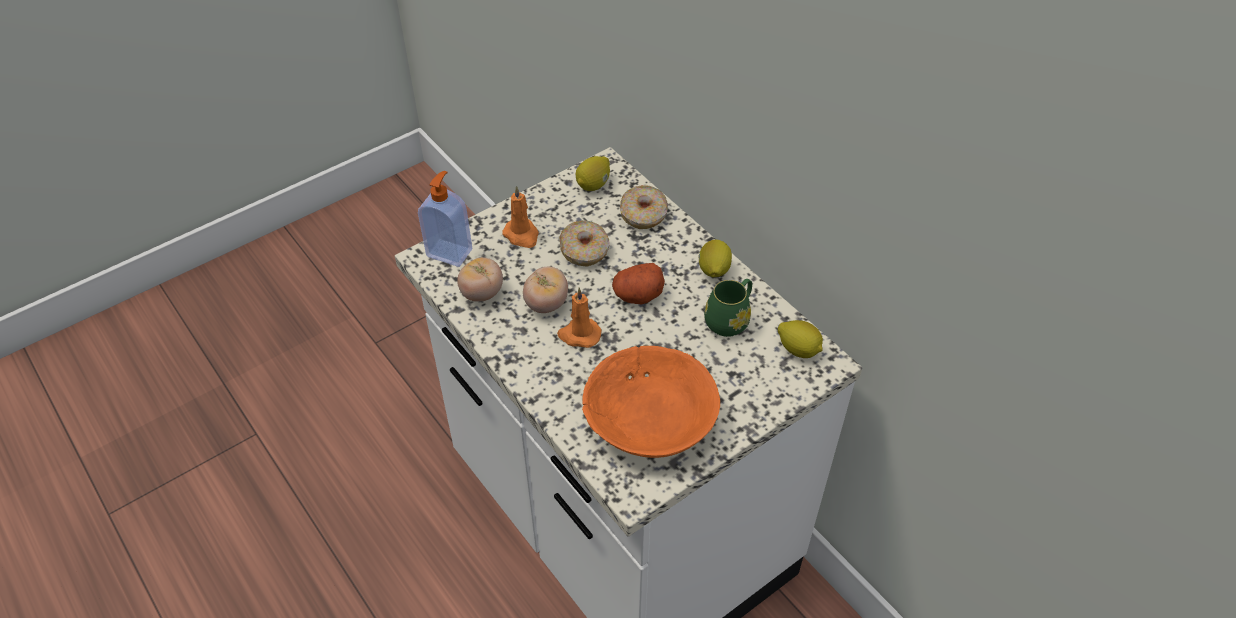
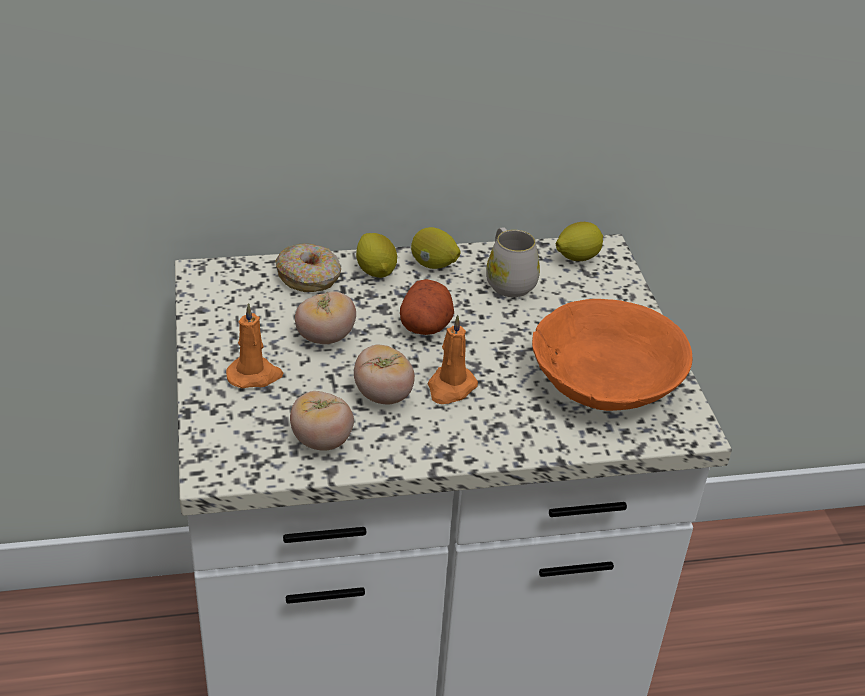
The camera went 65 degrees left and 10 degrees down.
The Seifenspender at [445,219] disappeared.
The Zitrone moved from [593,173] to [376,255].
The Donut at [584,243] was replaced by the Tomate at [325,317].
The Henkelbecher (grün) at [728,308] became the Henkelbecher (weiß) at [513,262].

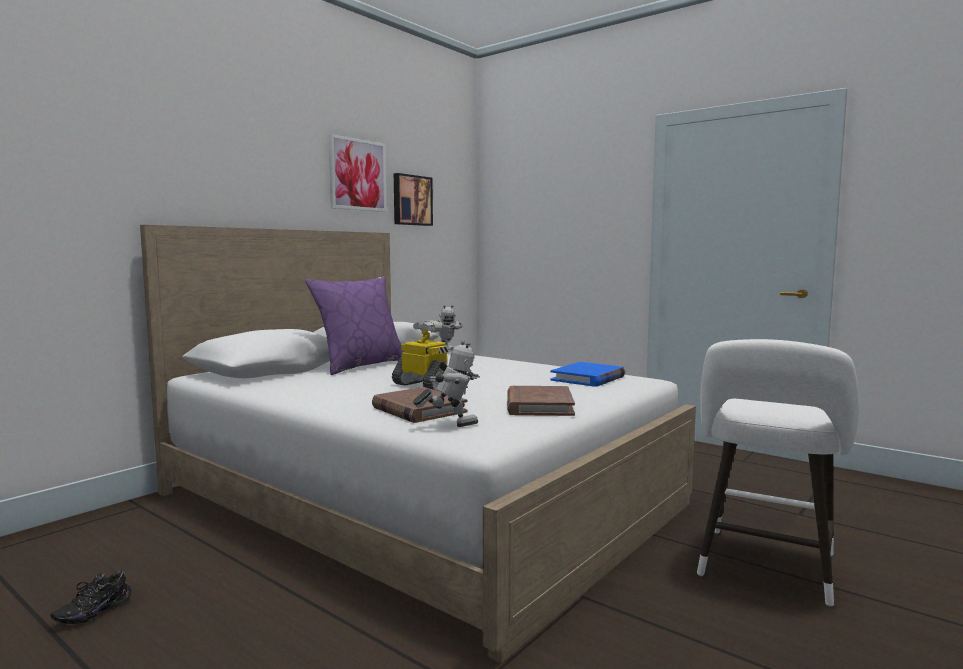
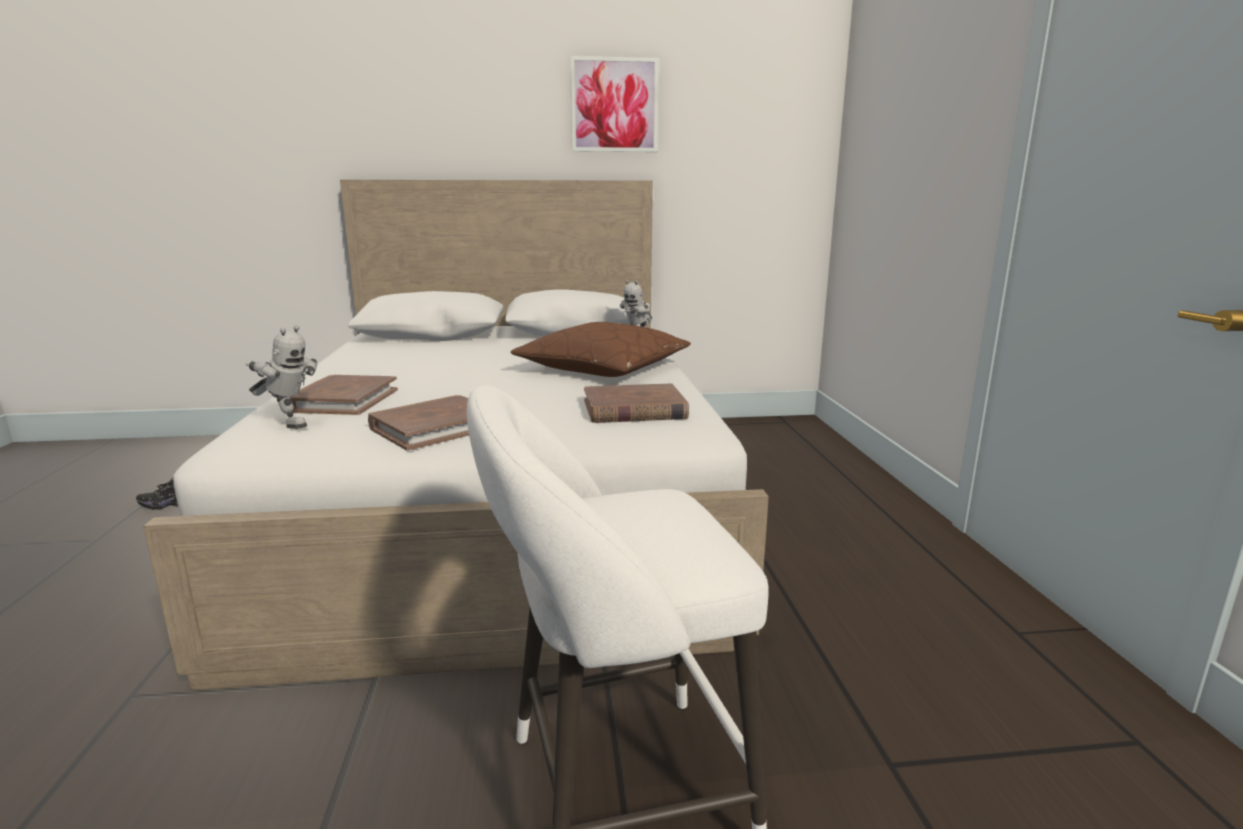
The camera went 45 degrees right and 10 degrees up.
The Kissen (lila) at [355,325] disappeared.
The Spielzeugroboter at [424,355] disappeared.
The Bild at [413,199] disappeared.
The Kissen (braun) at [600,349] appeared.
The Buch (blau) at [587,374] became the Buch (braun) at [636,403].

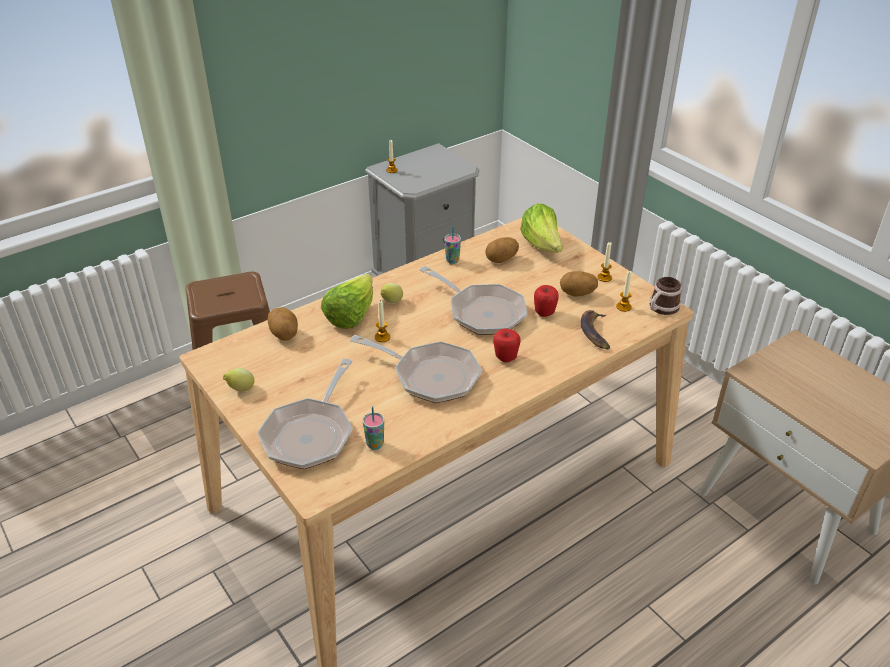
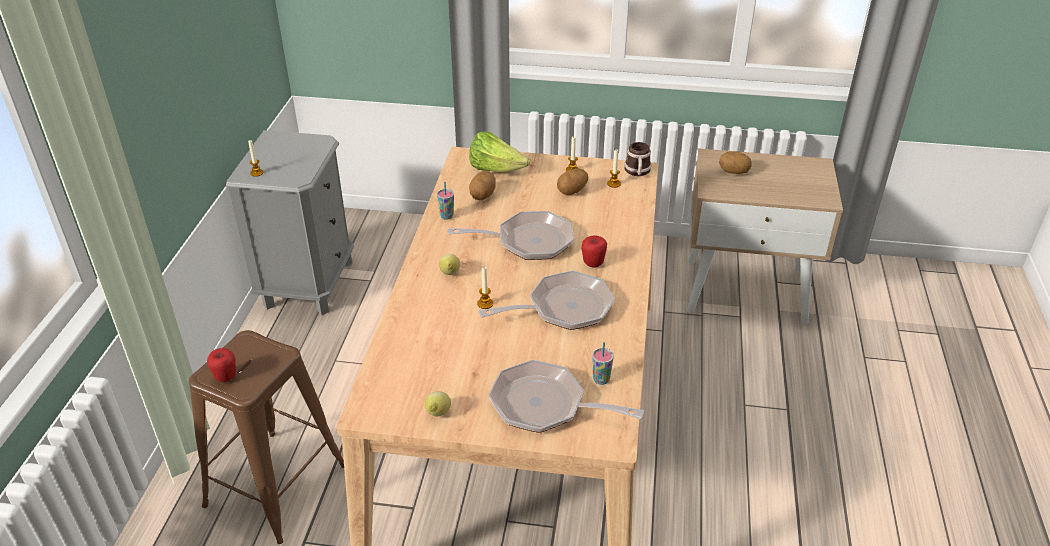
The camera went 45 degrees left and 0 degrees up.
The Salatkopf at [347,301] disappeared.
The Banane at [595,330] disappeared.
The Kartoffel moved from [282,324] to [735,162].
The Apfel moved from [546,301] to [221,365].
The Pfanne at [305,414] turned 135 degrees clockwise.

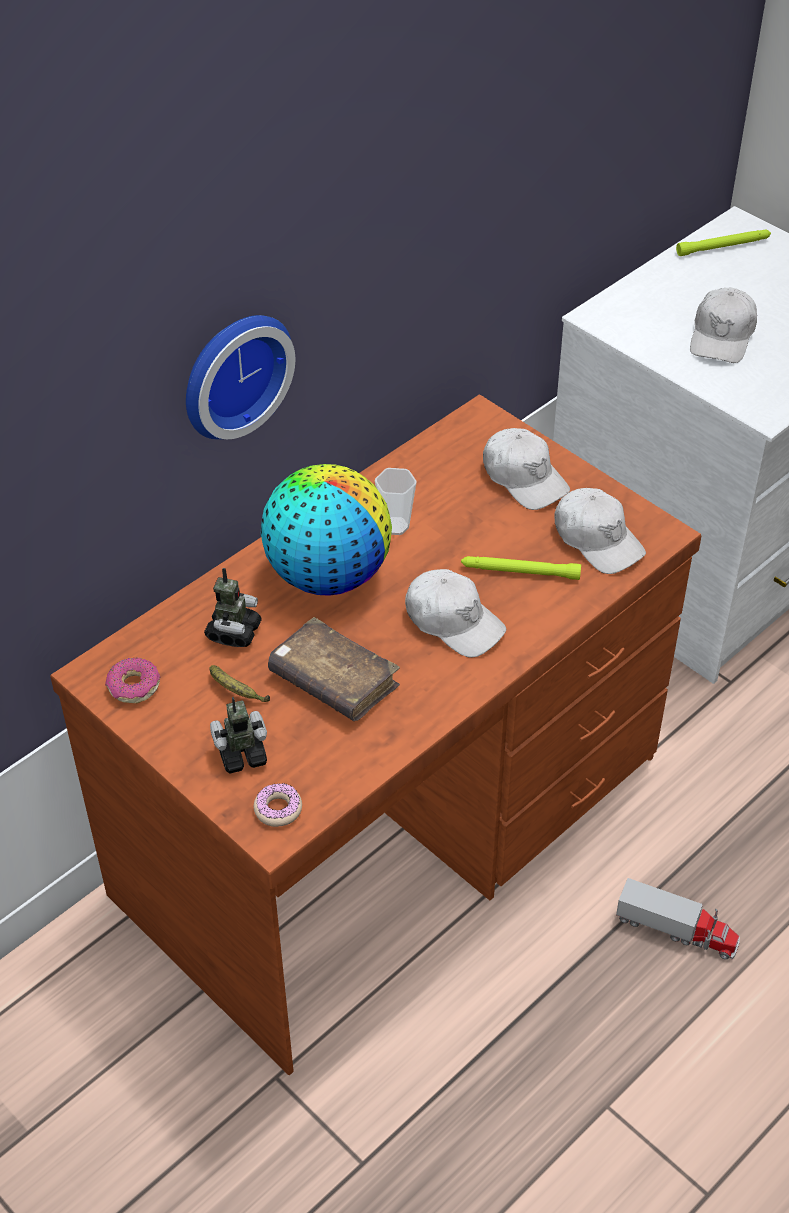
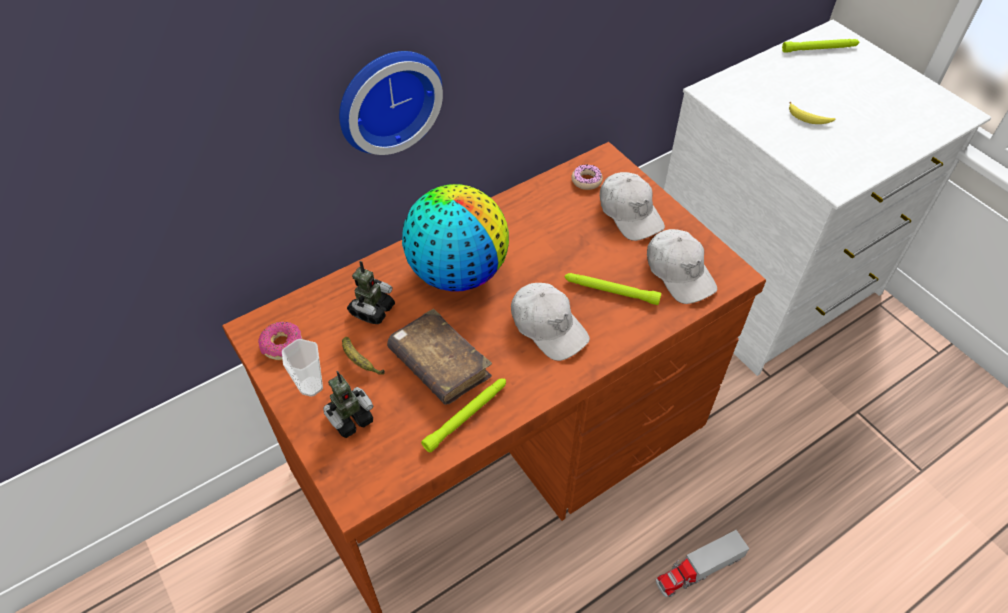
The camera went 10 degrees right and 5 degrees up.
The Taschenlampe (grün) at [463,415] appeared.
The Donut moved from [278,805] to [587,177].
The Tasse moved from [396,501] to [302,368].
The Kappe (weiß) at [723,325] was replaced by the Banane at [812,113].
The Spielzeugroboter at [238,735] turned 150 degrees clockwise.
The Spielzeuglaster at [678,918] turned 120 degrees clockwise.

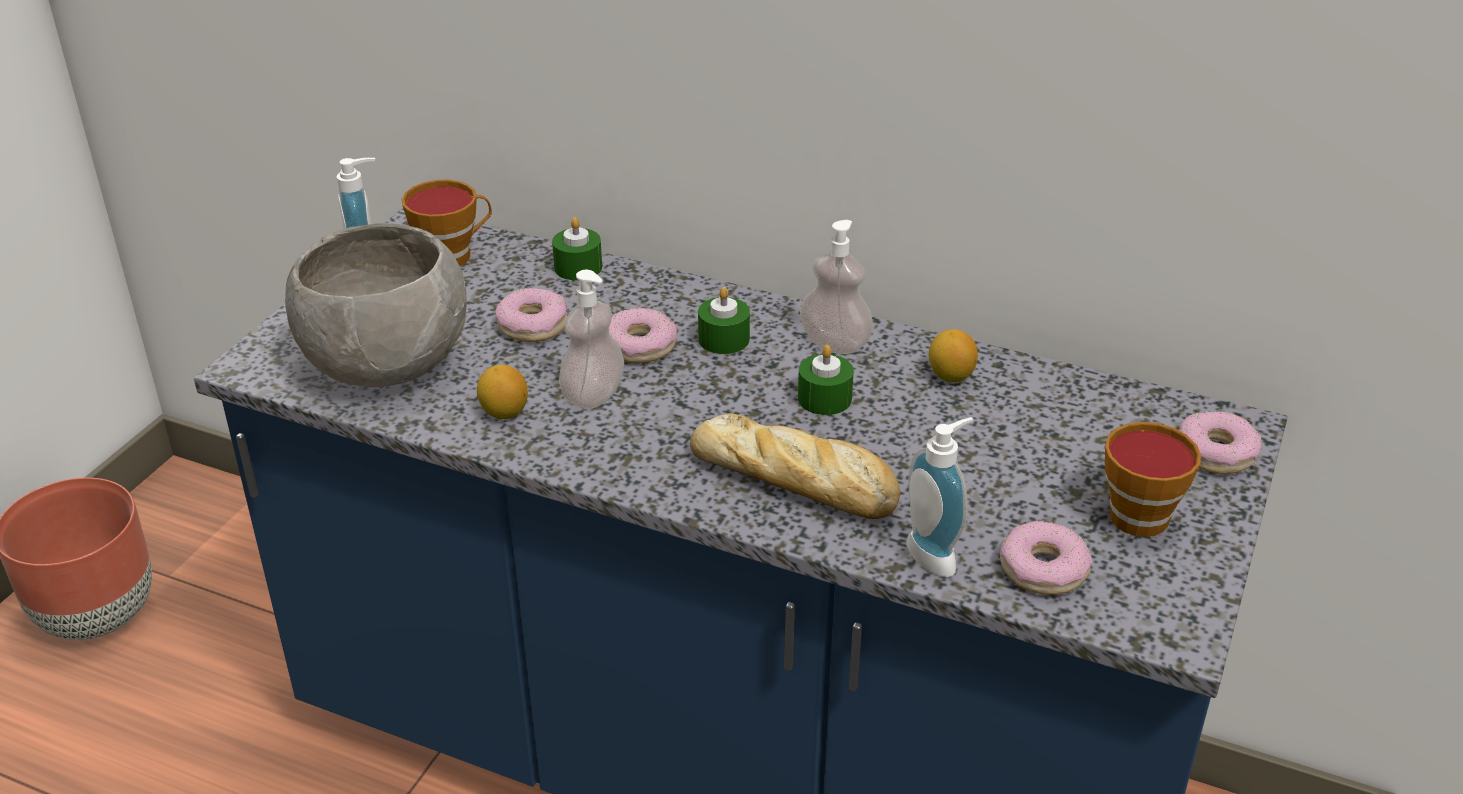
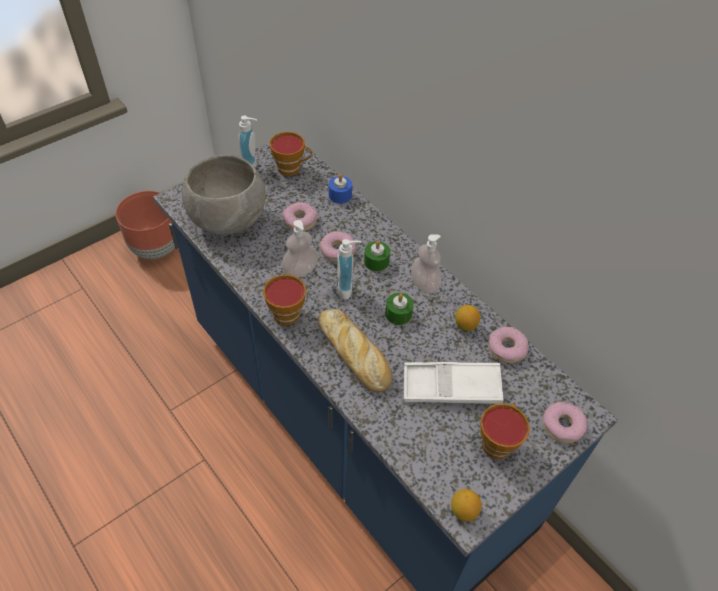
The camera went 25 degrees right and 15 degrees up.
The Tasse at [284,300] appeared.
The Tablett (weiß) at [454,383] appeared.
The Zitrone moved from [502,392] to [466,505].
The Seifenspender moved from [939,497] to [349,269].
The Donut moved from [1046,558] to [508,345].
The Kerze (grün) at [577,248] became the Kerze (blau) at [340,189].

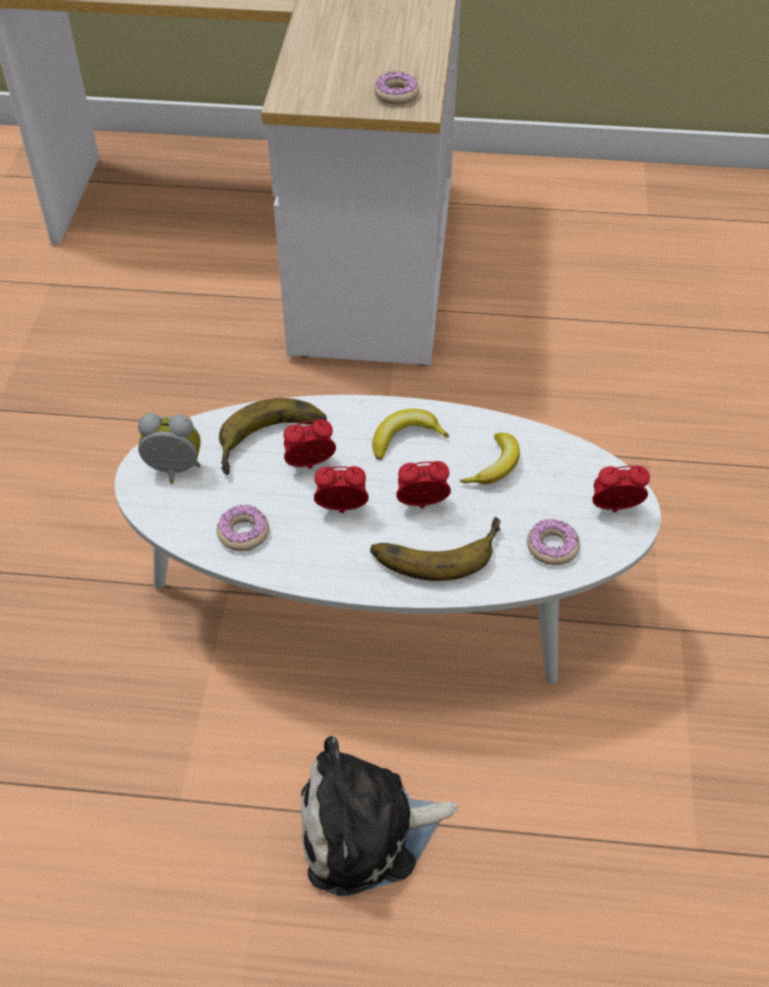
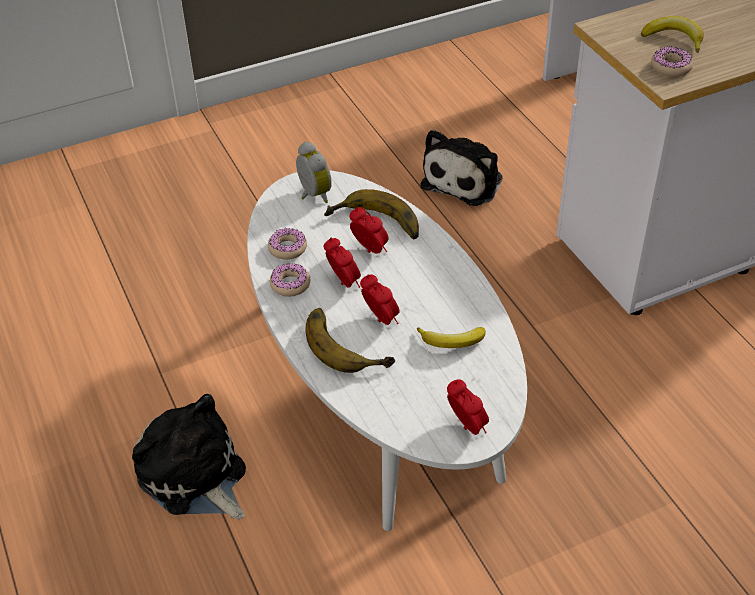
The camera went 60 degrees right and 5 degrees down.
The Plüschtier at [461,167] appeared.
The Banane moved from [410,434] to [672,34].
The Donut moved from [553,542] to [290,280].

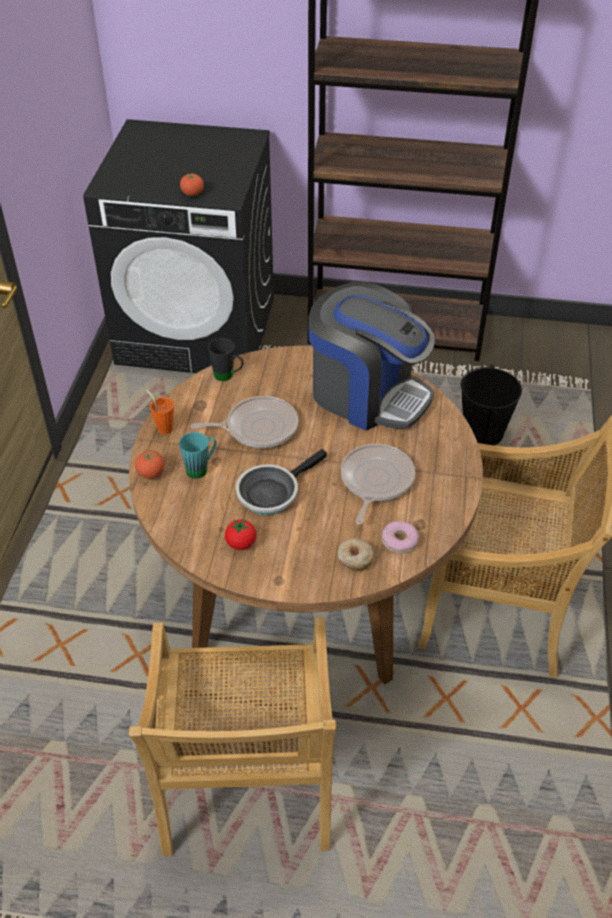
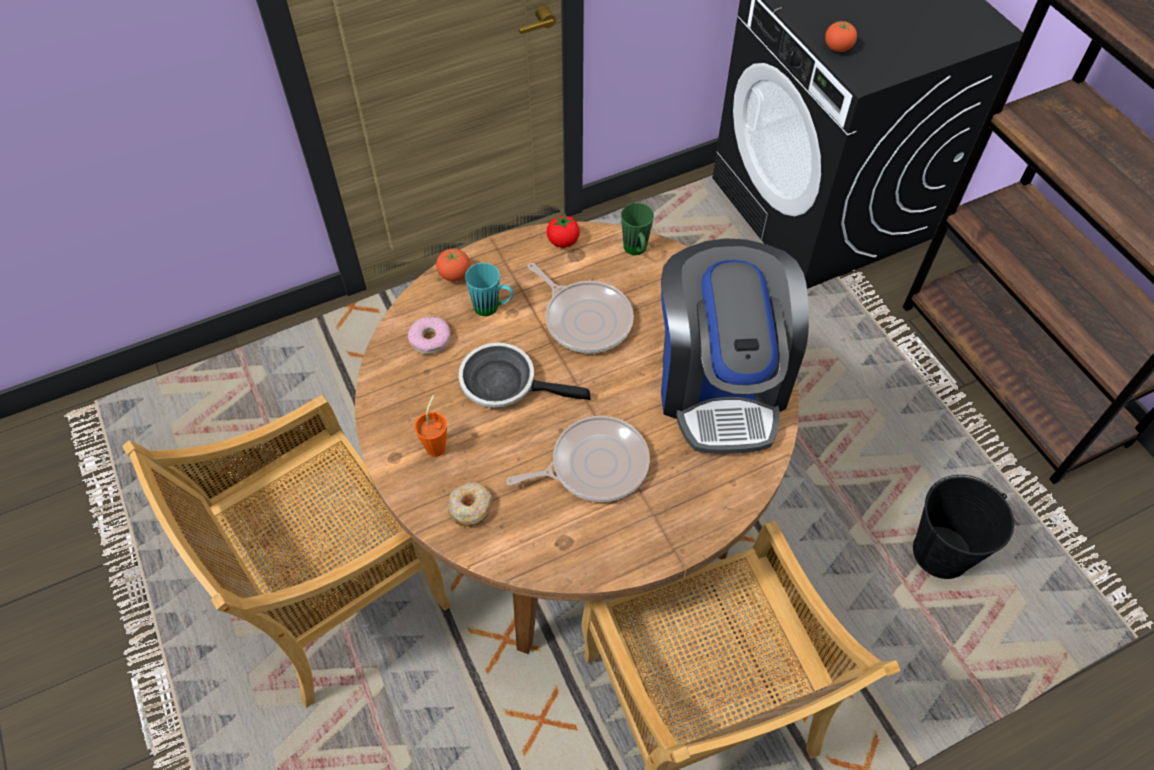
The camera went 55 degrees right and 10 degrees up.
The Tasse (orange) moved from [160,412] to [430,426].
The Tomate moved from [240,534] to [563,230].
The Donut moved from [400,537] to [429,335].
The Henkelbecher (schwarz) at [226,359] became the Henkelbecher (grün) at [637,229].

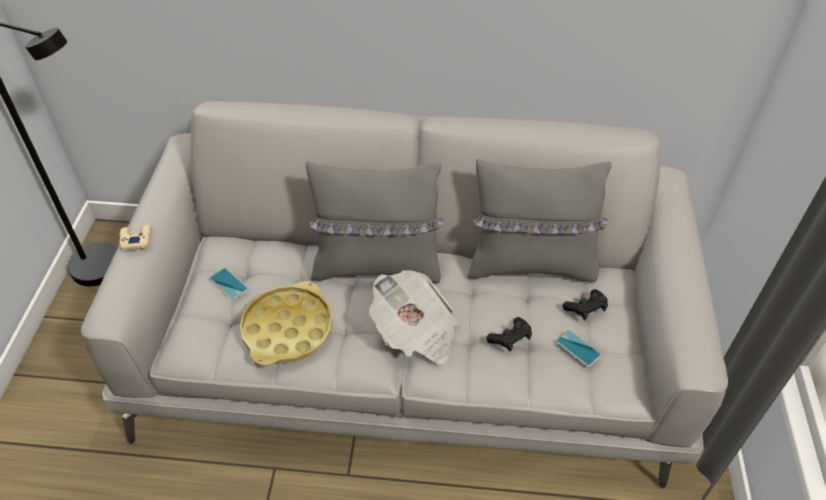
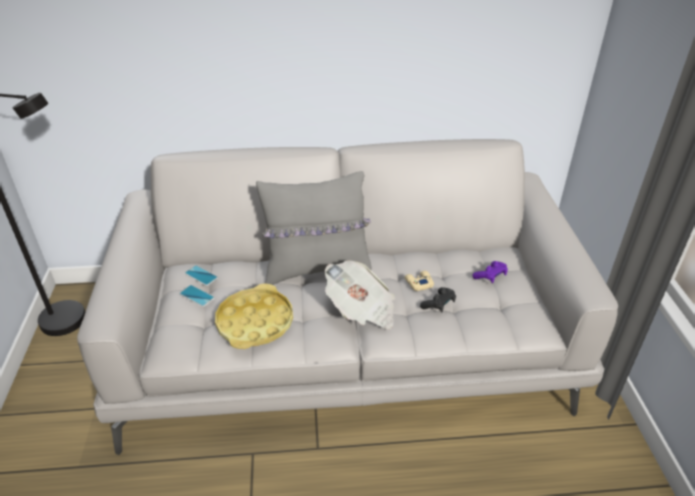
The camera went 10 degrees left and 10 degrees down.
The Kissen (grau) at [539,220] disappeared.
The Gamepad (beige) moved from [135,238] to [419,281].
The Handy moved from [578,348] to [201,275].
The Gamepad (schwarz) at [585,304] became the Gamepad (lila) at [490,272].

